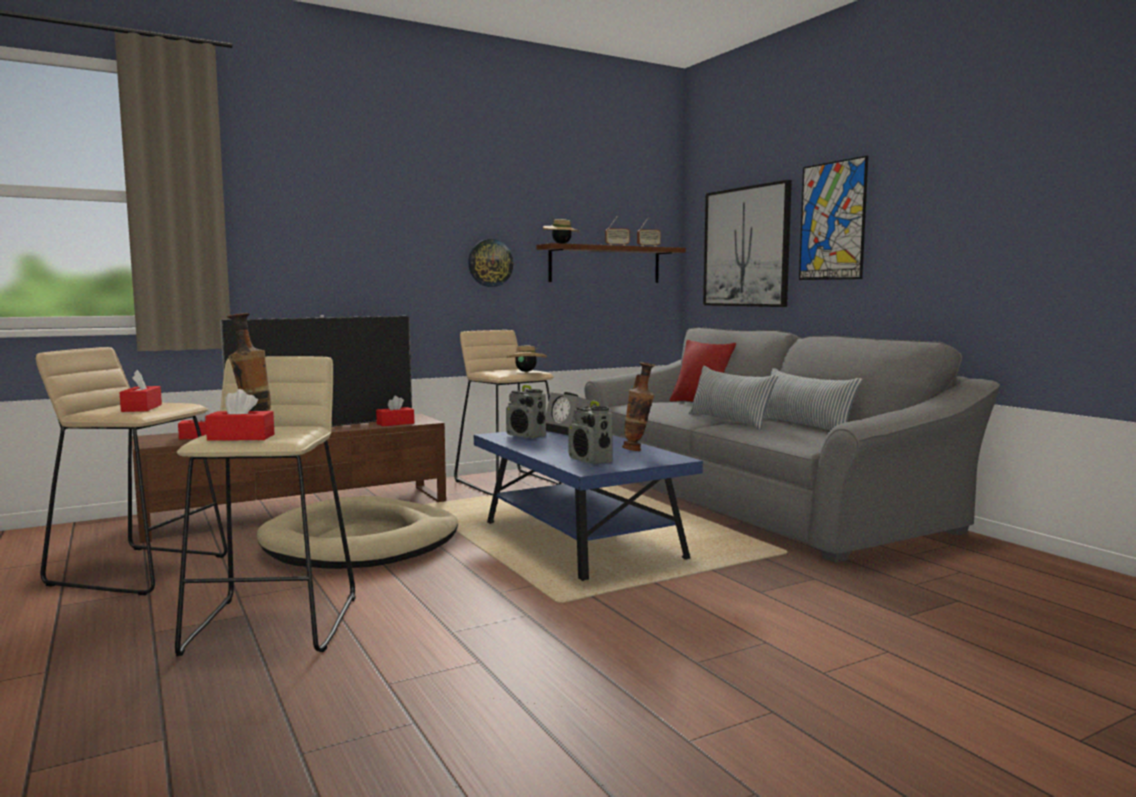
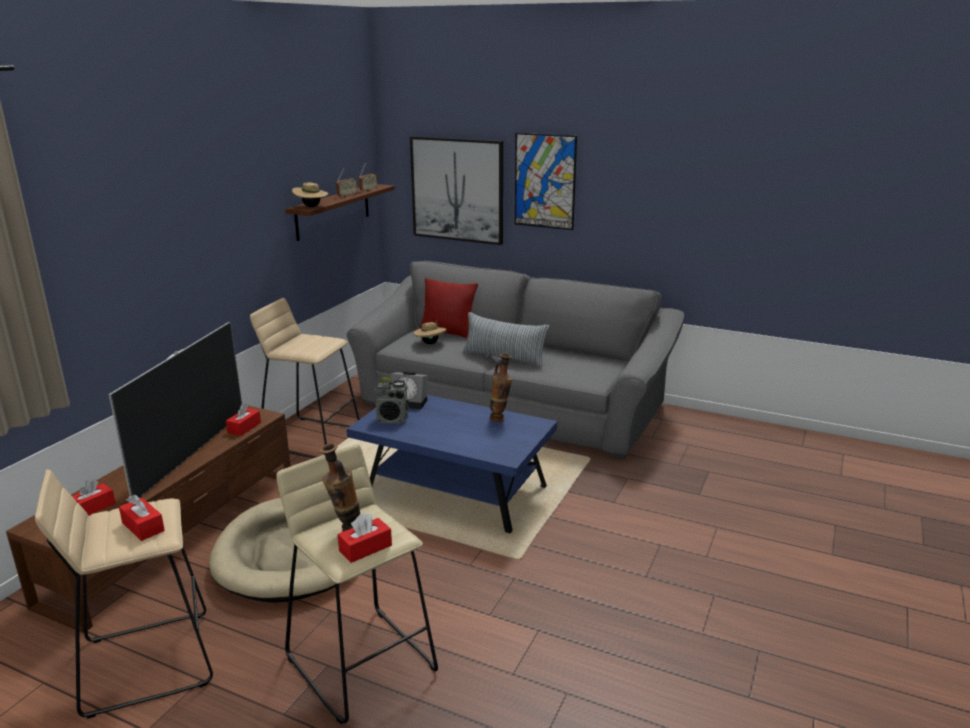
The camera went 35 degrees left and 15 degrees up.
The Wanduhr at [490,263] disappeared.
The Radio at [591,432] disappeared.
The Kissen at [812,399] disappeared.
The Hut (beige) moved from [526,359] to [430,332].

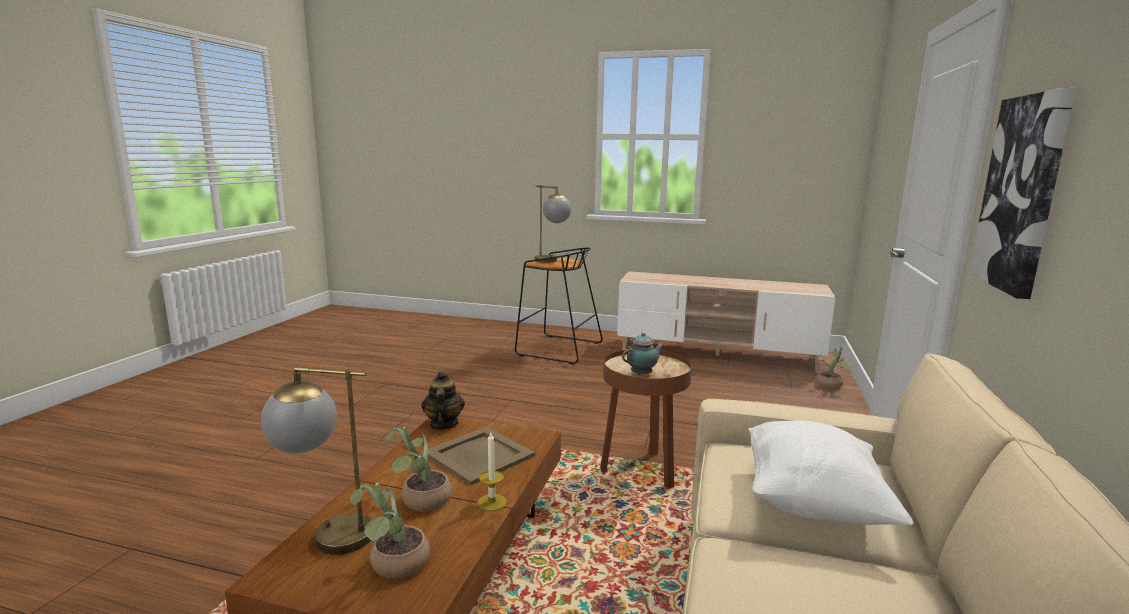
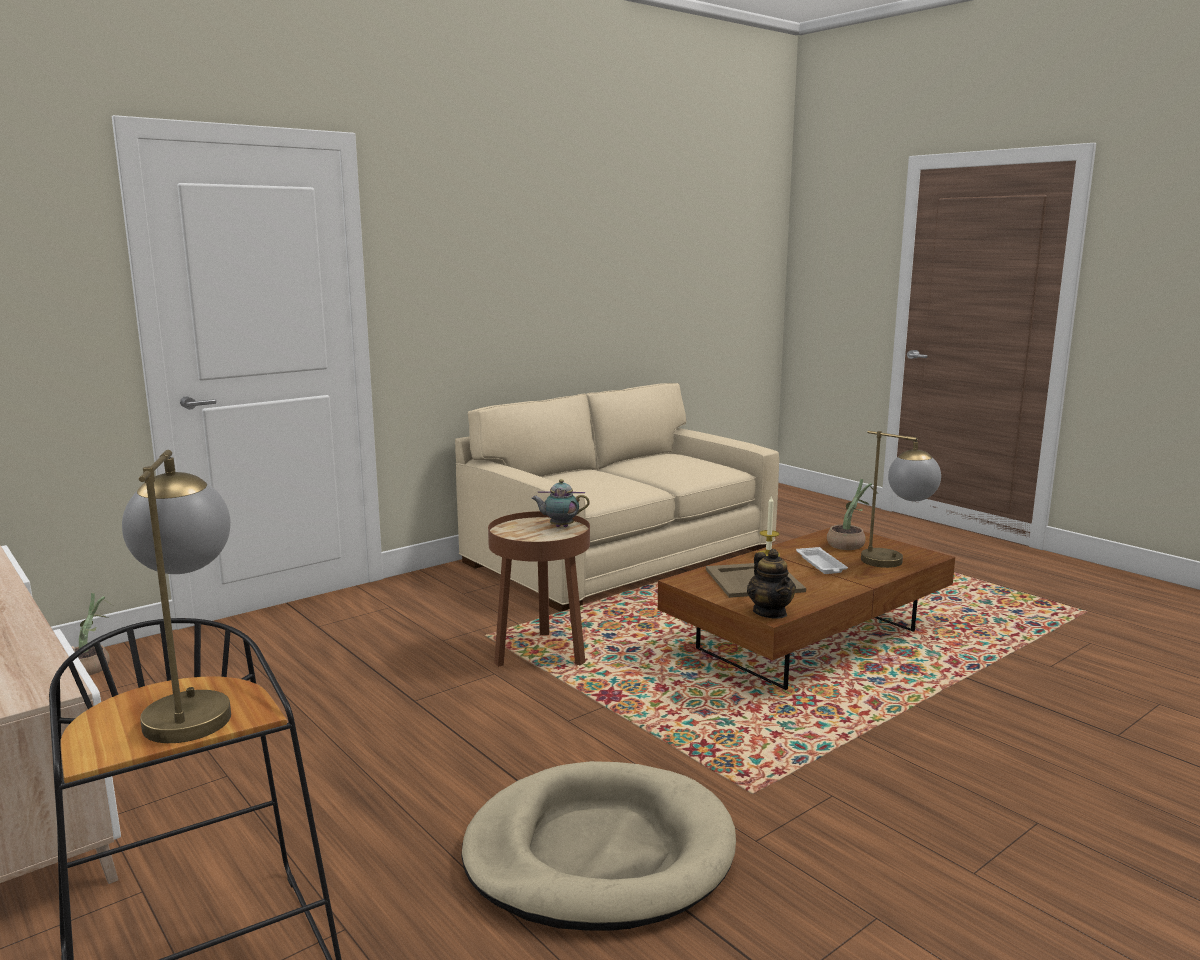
The camera went 145 degrees left and 0 degrees up.
The Kissen (weiß) at [831,473] disappeared.
The Bild at [1022,193] disappeared.
The Hundebett (beige) at [598,846] appeared.
The Topfpflanze at [418,469] was replaced by the Tablett (weiß) at [822,560].
The Teekanne at [443,400] turned 45 degrees counterclockwise.

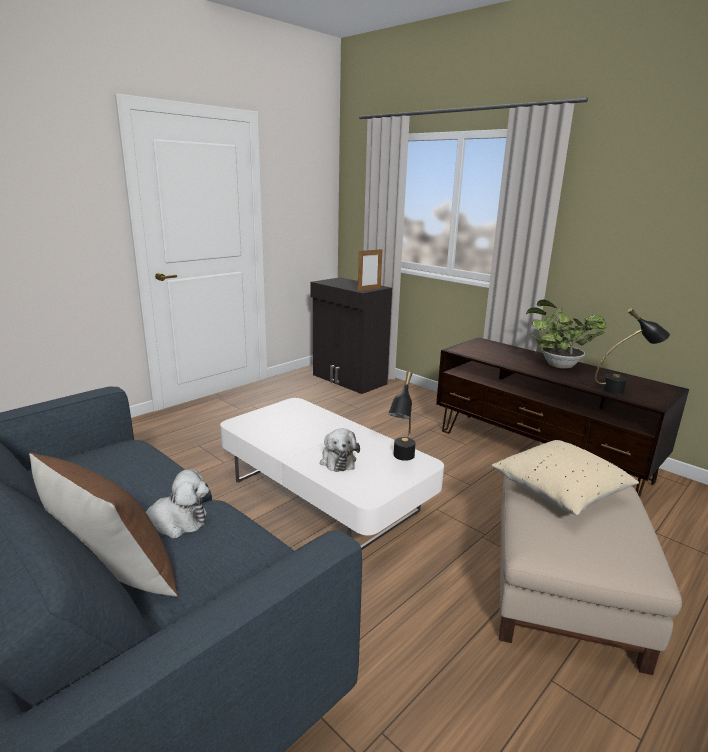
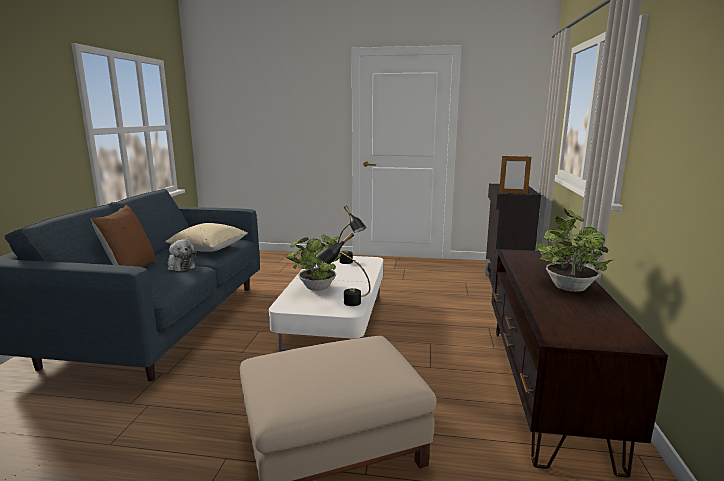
The camera went 55 degrees right and 5 degrees down.
The Kissen (beige) moved from [565,478] to [206,237].
The Tischlampe (schwarz) moved from [632,351] to [352,235].
The Plüschtier at [340,450] was replaced by the Topfpflanze at [313,263].

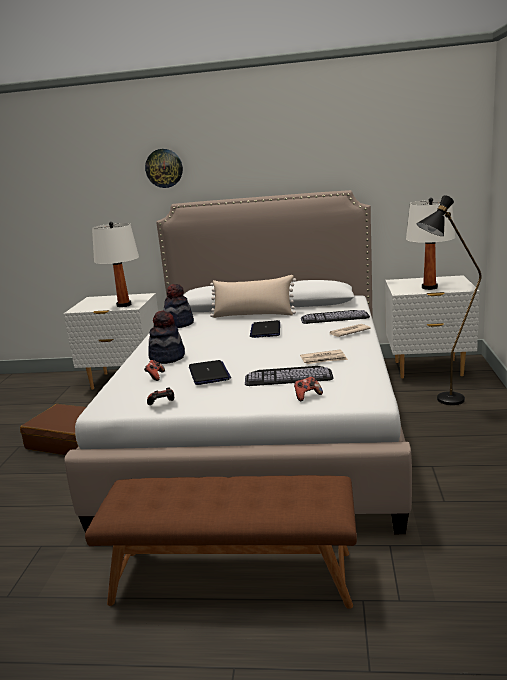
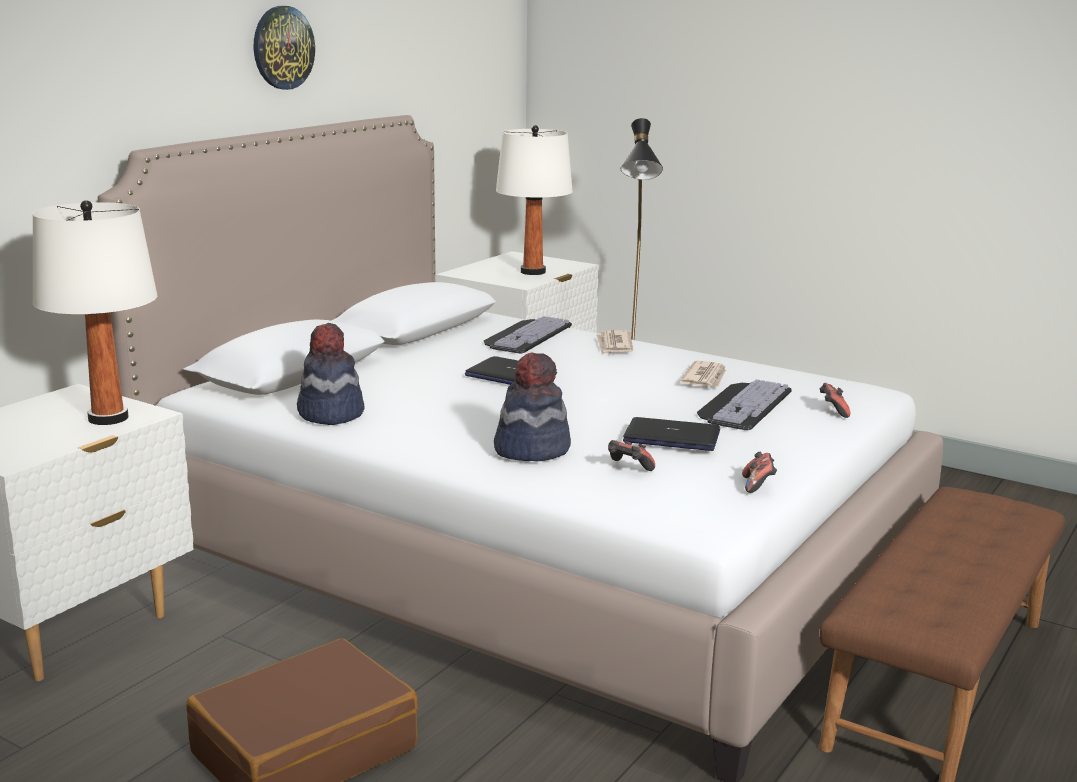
The camera went 65 degrees left and 0 degrees up.
The Kissen (beige) at [253,296] disappeared.
The Wanduhr moved from [164,168] to [284,48].

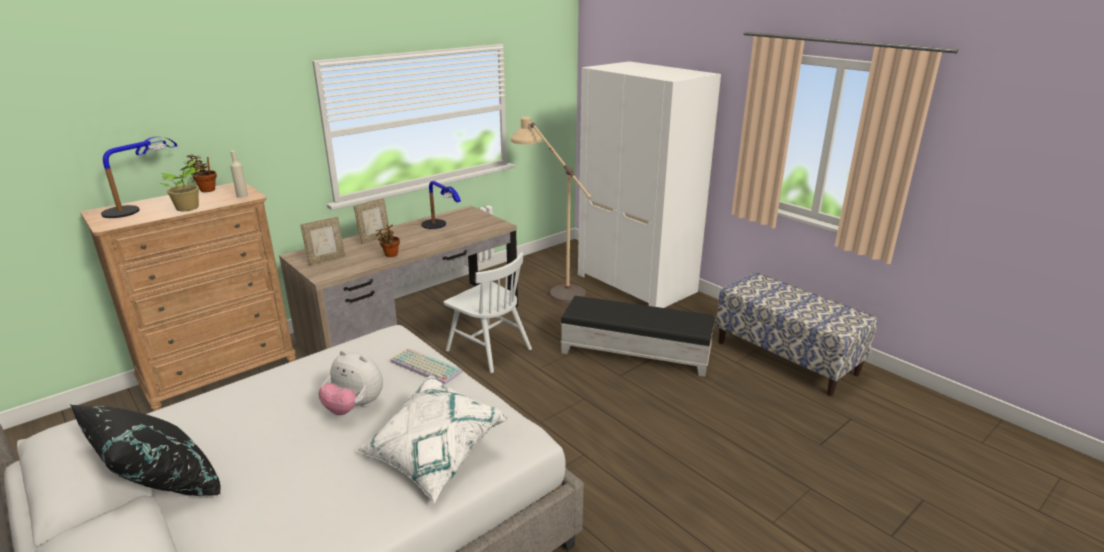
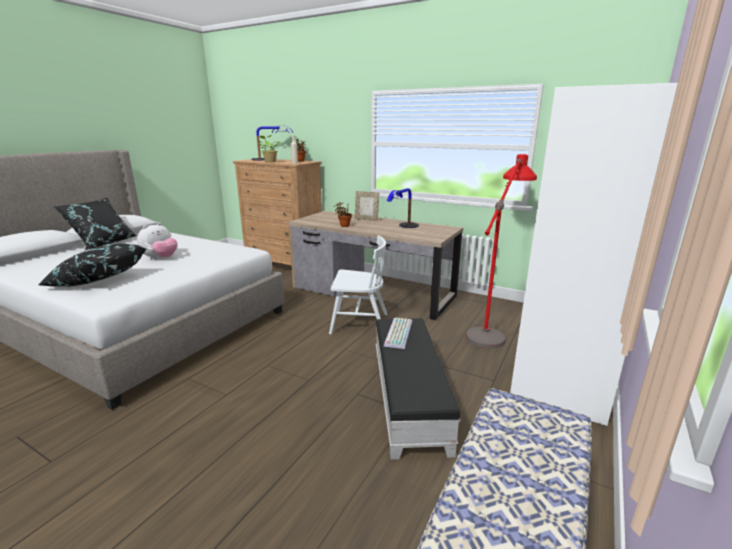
The camera went 70 degrees right and 5 degrees down.
The Bilderrahmen at [322,241] disappeared.
The Tastatur moved from [426,366] to [398,333].
The Kissen (weiß) at [432,439] became the Kissen (schwarz) at [92,265].
The Stehlampe (beige) at [551,210] became the Stehlampe (rot) at [501,251].
The Plüschtier at [350,382] turned 150 degrees counterclockwise.
The Stuhl (weiß) at [488,312] turned 105 degrees counterclockwise.

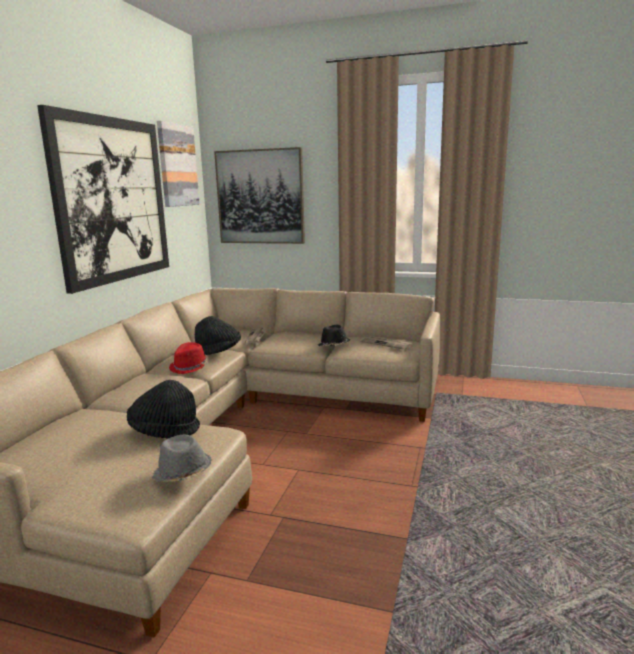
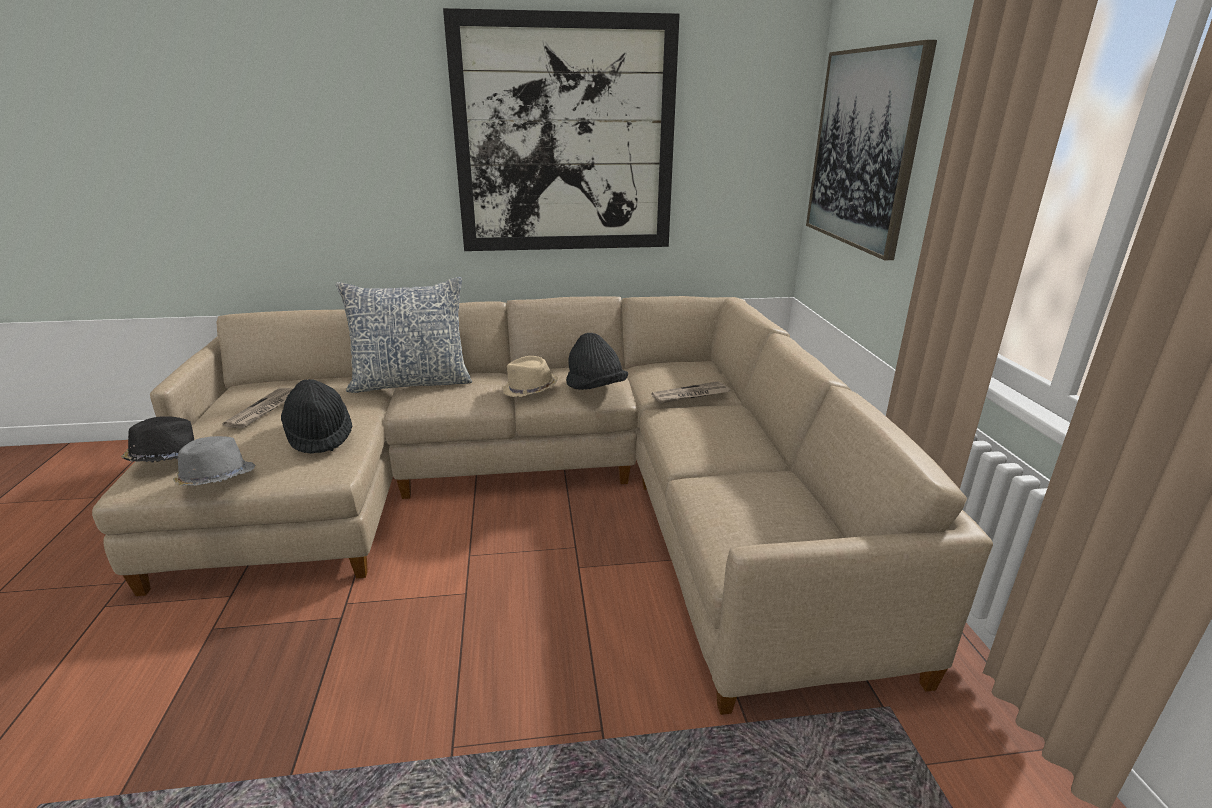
The camera went 65 degrees right and 10 degrees up.
The Bild at [178,164] disappeared.
The Kissen at [404,335] appeared.
The Hut (schwarz) moved from [334,335] to [157,439].
The Zeitung moved from [386,343] to [258,408].
The Hut (rot) at [189,358] became the Hut (beige) at [530,376].

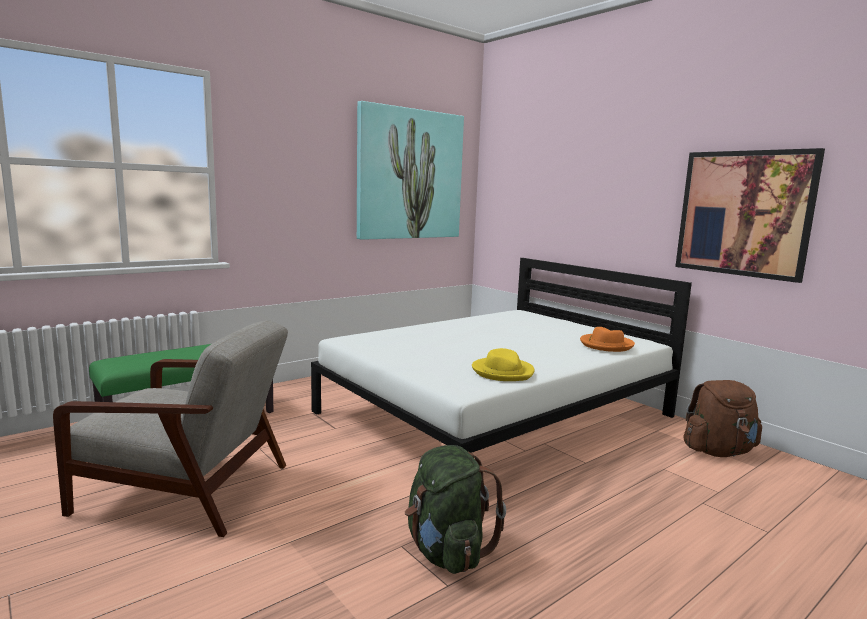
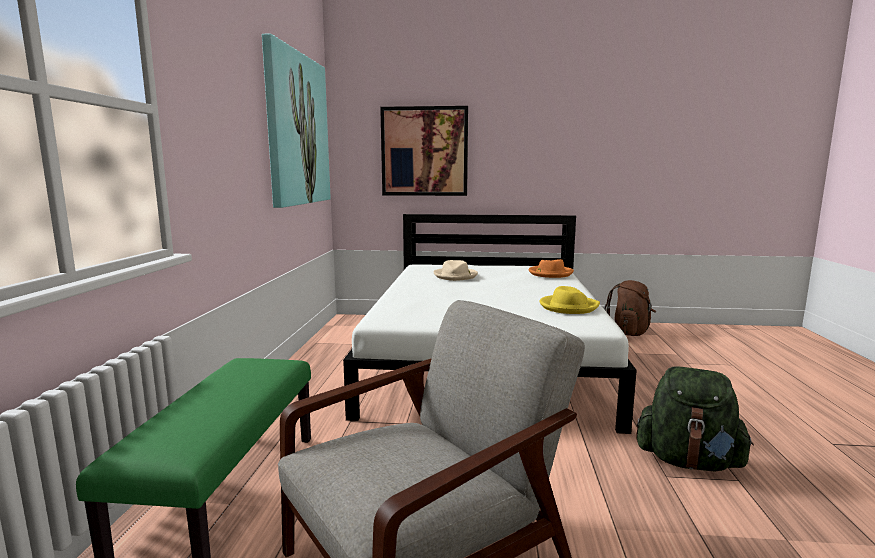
The camera went 45 degrees left and 0 degrees up.
The Hut (beige) at [456,270] appeared.
The Bild moved from [750,215] to [424,151].

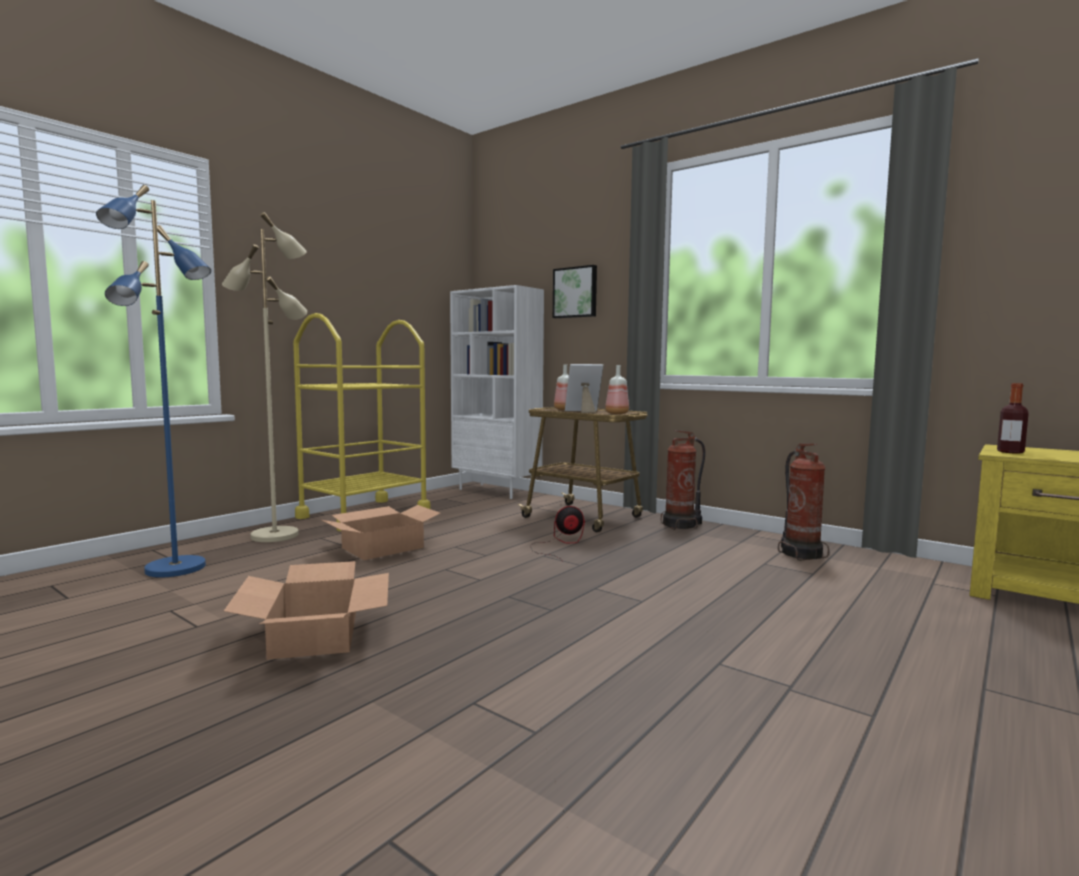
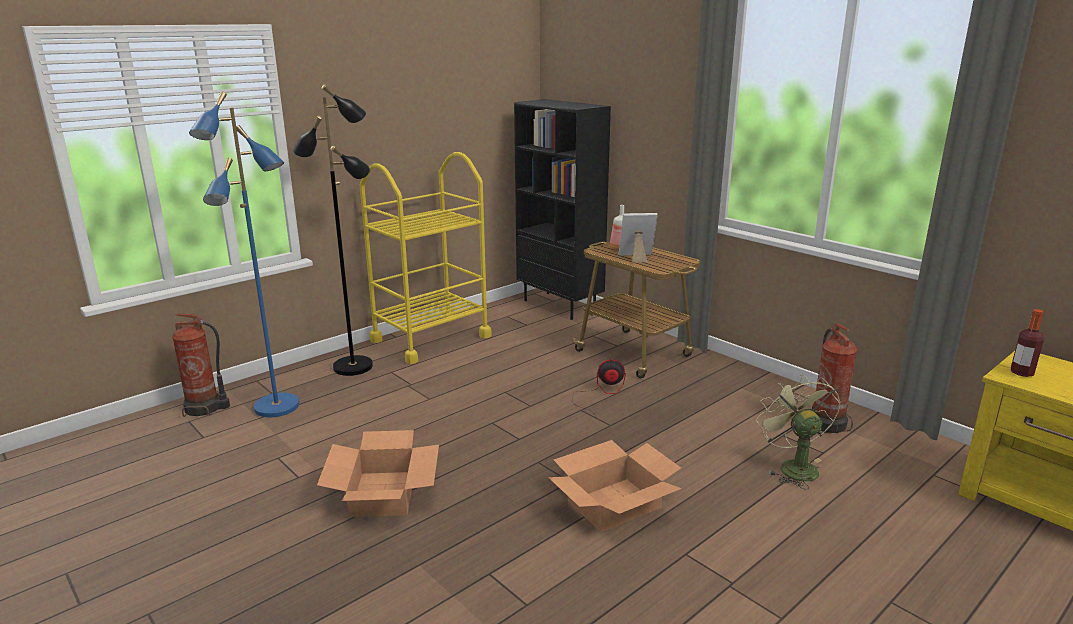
The camera went 10 degrees right and 15 degrees up.
The Bild at [575,291] disappeared.
The Flasche at [617,389] disappeared.
The Ventilator (grün) at [798,431] appeared.
The Karton moved from [381,532] to [615,486].
The Feuerlöscher moved from [683,480] to [201,365].
The Stehlampe (beige) at [264,377] became the Stehlampe (schwarz) at [333,230].
The Bücherregal (weiß) at [497,392] became the Bücherregal (schwarz) at [562,209].

